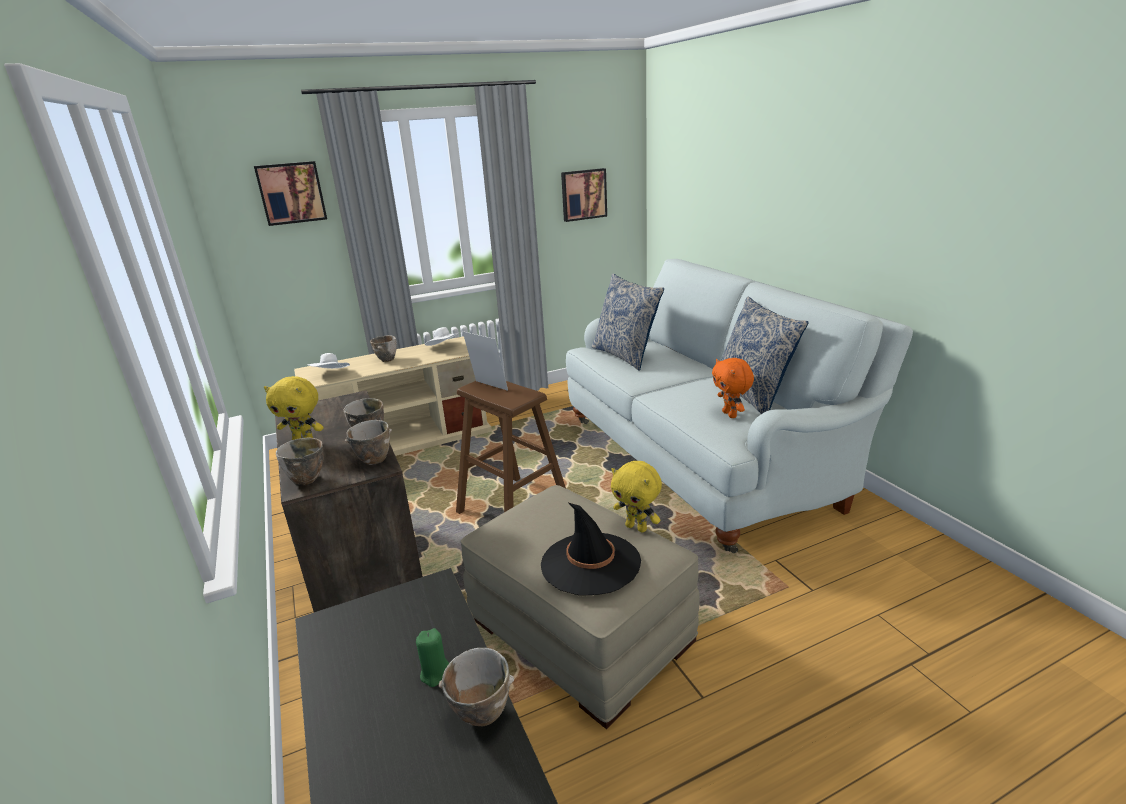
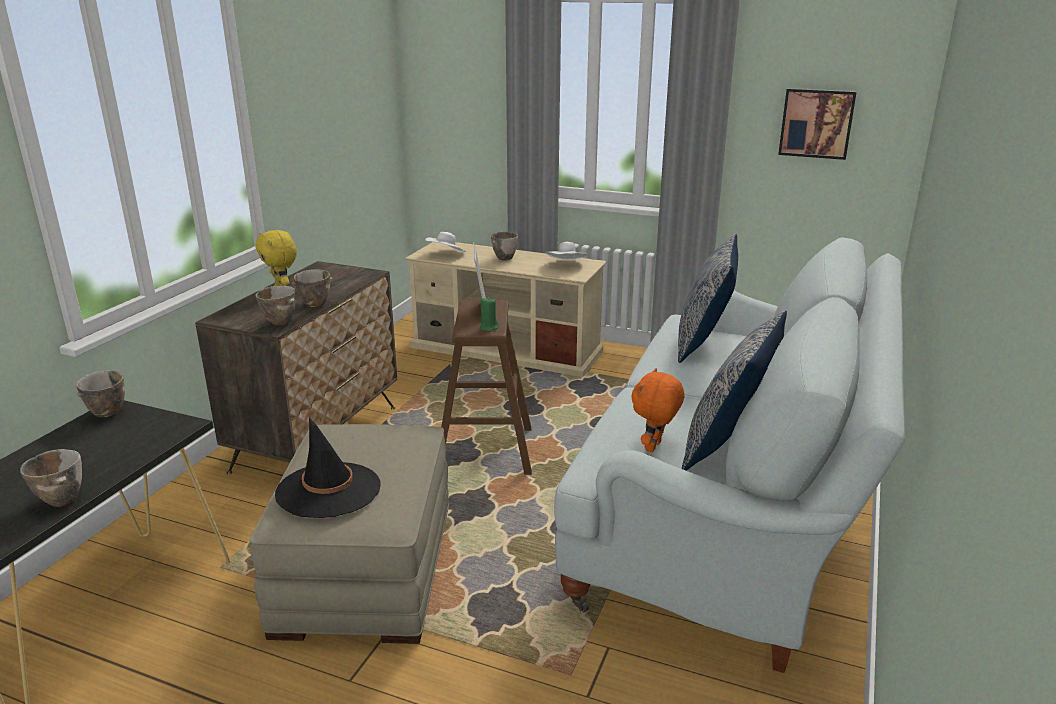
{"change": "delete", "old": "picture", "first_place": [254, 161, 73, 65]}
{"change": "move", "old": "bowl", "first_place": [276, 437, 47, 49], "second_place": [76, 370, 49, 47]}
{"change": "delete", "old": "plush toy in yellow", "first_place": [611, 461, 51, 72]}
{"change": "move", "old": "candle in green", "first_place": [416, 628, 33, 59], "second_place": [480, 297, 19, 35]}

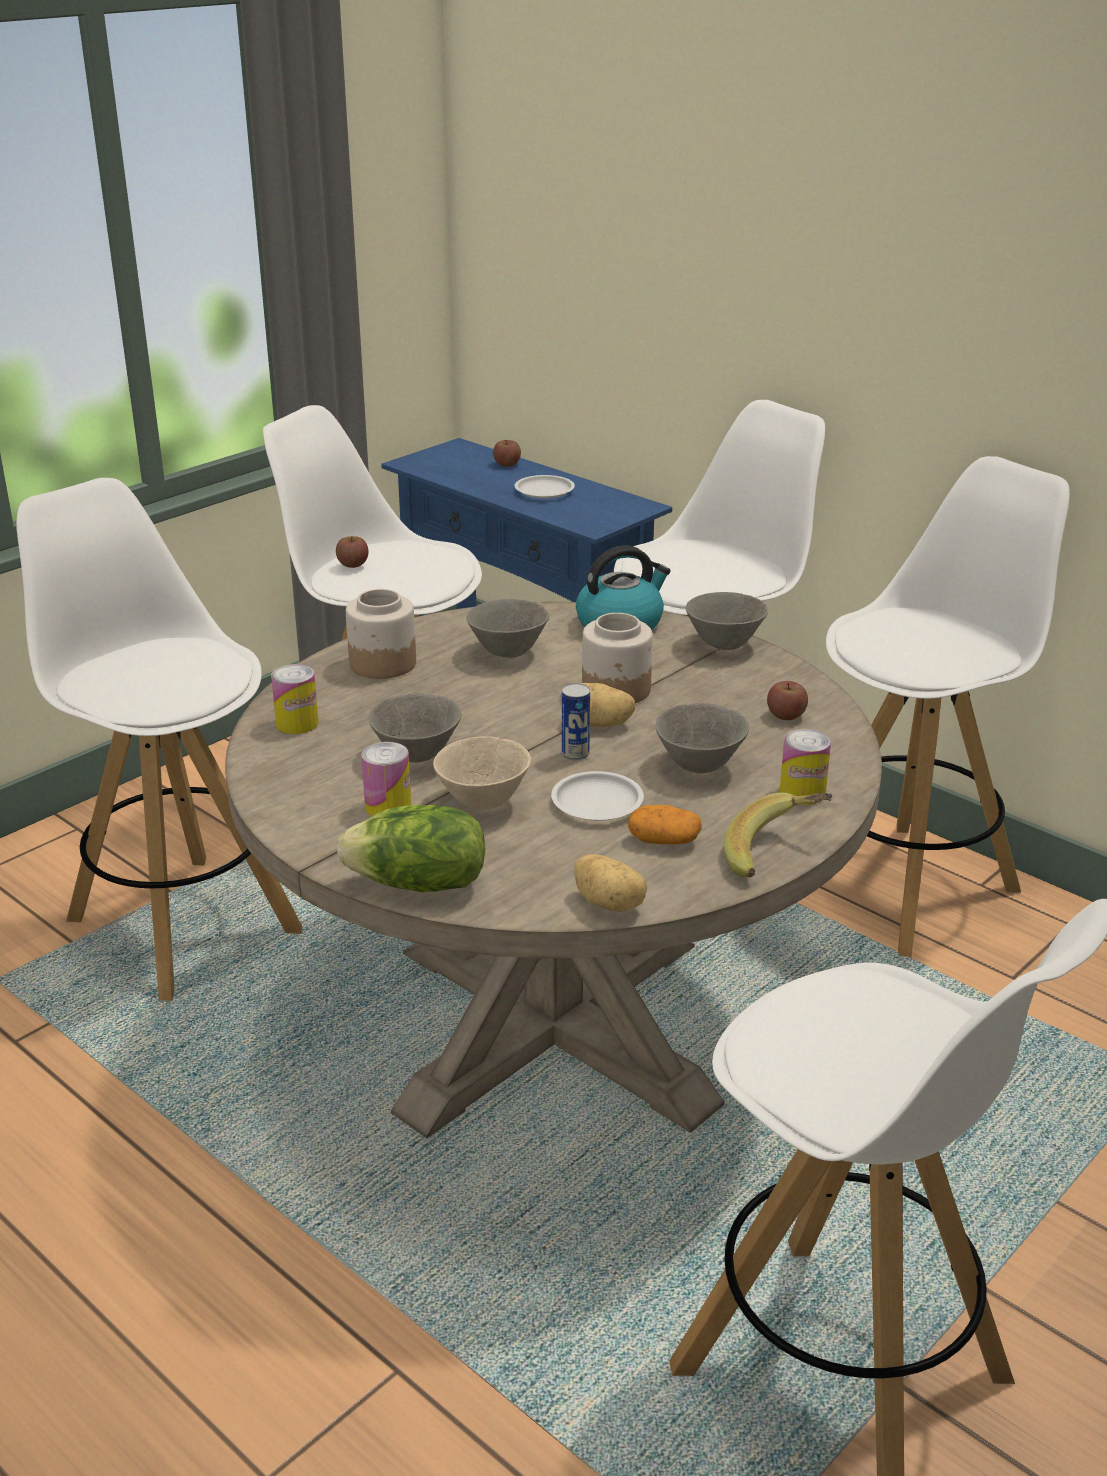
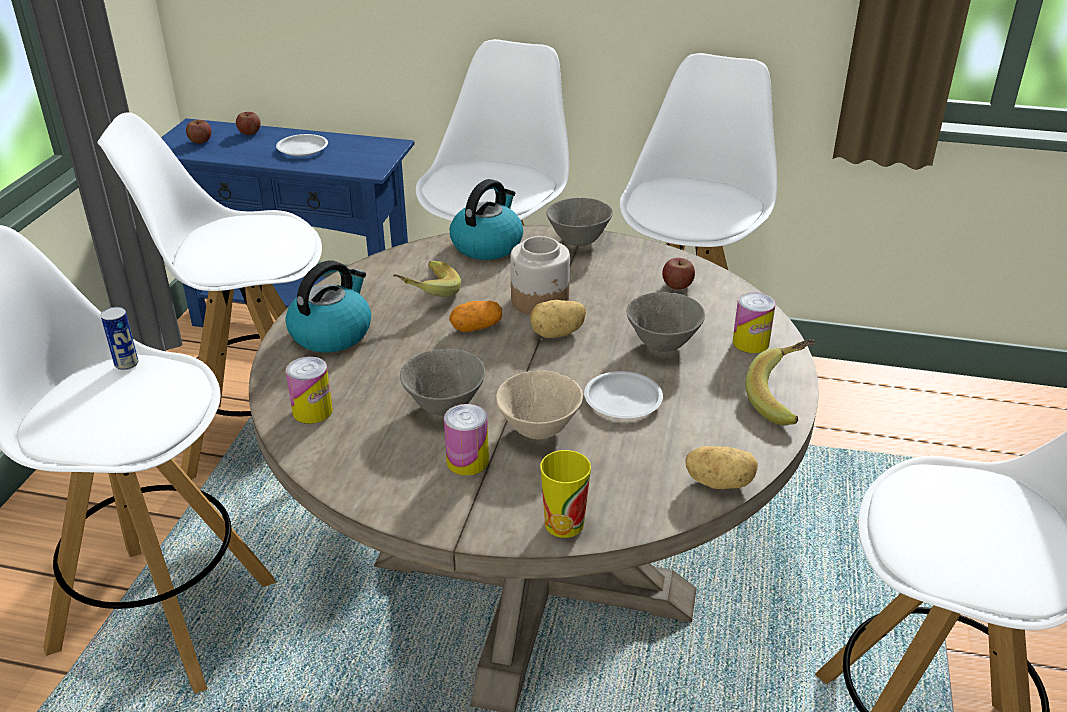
{"change": "move", "old": "apple", "first_place": [336, 536, 33, 32], "second_place": [186, 120, 25, 24]}
{"change": "replace", "old": "jar", "new": "kettle", "first_place": [346, 589, 70, 90], "second_place": [285, 260, 86, 93]}
{"change": "replace", "old": "bowl in grey", "new": "banana", "first_place": [466, 599, 83, 59], "second_place": [394, 261, 67, 36]}
{"change": "move", "old": "can", "first_place": [562, 683, 28, 77], "second_place": [101, 307, 37, 63]}
{"change": "replace", "old": "lettuce", "new": "cup", "first_place": [337, 805, 149, 87], "second_place": [540, 450, 51, 88]}
{"change": "move", "old": "potato", "first_place": [628, 805, 74, 39], "second_place": [449, 301, 53, 31]}

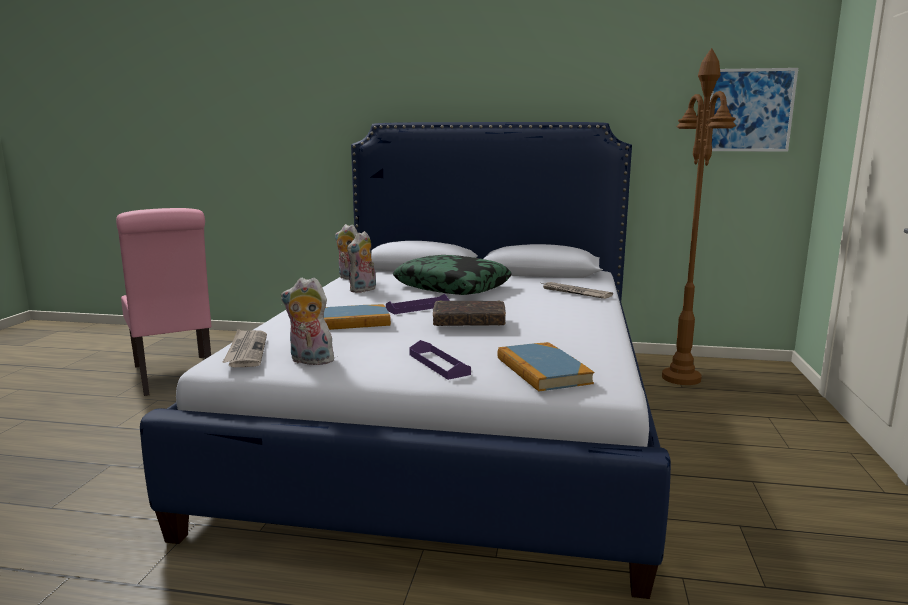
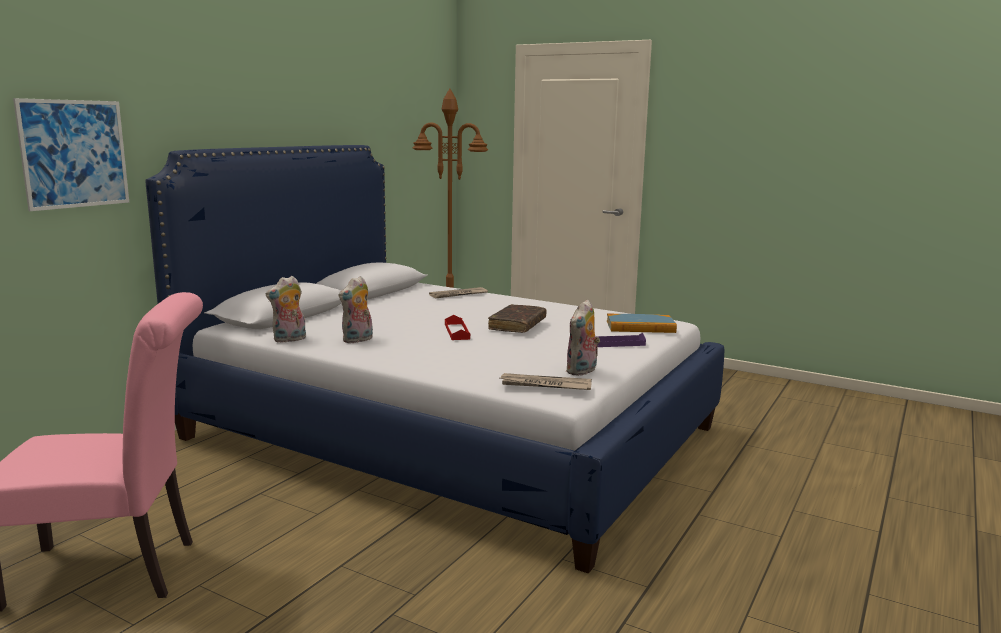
{"change": "move", "old": "picture", "first_place": [710, 68, 88, 84], "second_place": [13, 98, 116, 113]}
{"change": "rotate", "old": "plush toy", "first_place": [347, 231, 29, 62], "second_place": [338, 276, 35, 67], "degrees": 75}
{"change": "delete", "old": "pillow", "first_place": [393, 255, 119, 40]}
{"change": "recolor", "old": "tray in purple", "new": "tray in red", "first_place": [386, 294, 64, 20], "second_place": [445, 315, 25, 25]}
{"change": "delete", "old": "book", "first_place": [324, 304, 67, 26]}

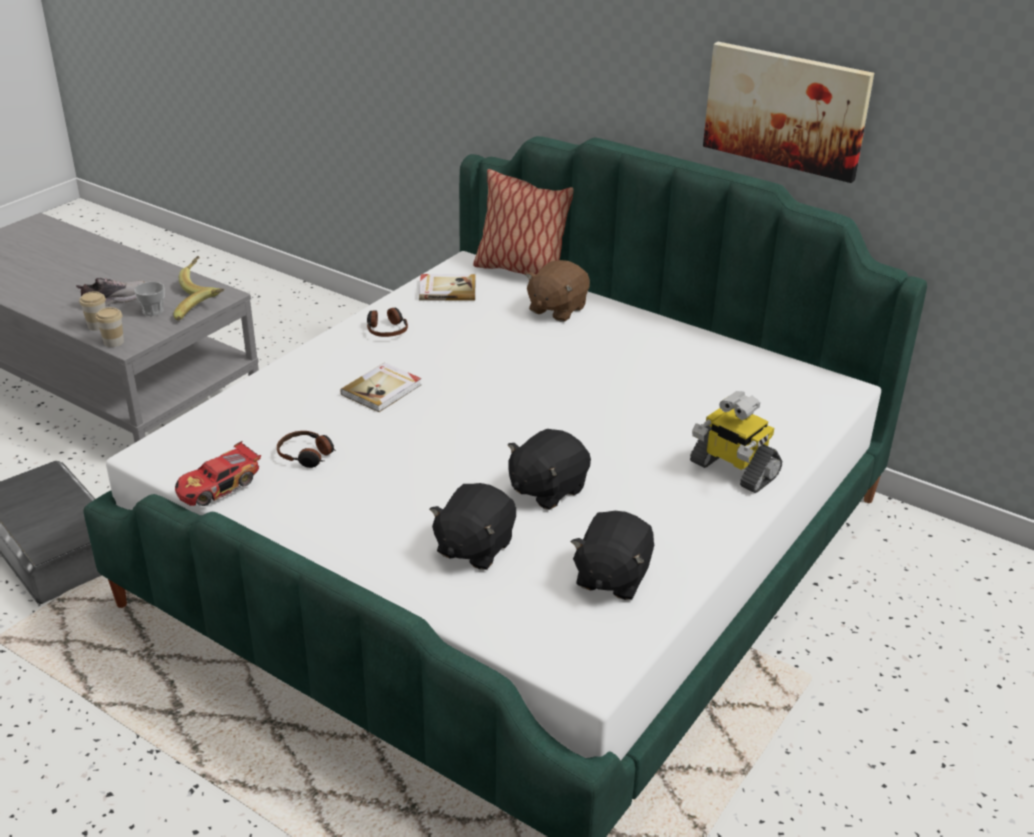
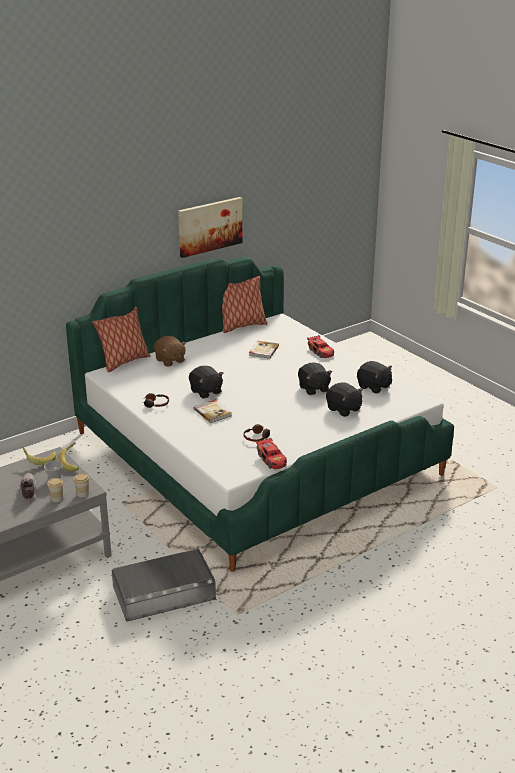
{"change": "move", "old": "book", "first_place": [419, 274, 56, 27], "second_place": [249, 341, 30, 18]}
{"change": "replace", "old": "toy robot", "new": "toy car", "first_place": [690, 391, 92, 102], "second_place": [307, 335, 27, 23]}
{"change": "insert", "new": "pillow", "second_place": [222, 276, 45, 57]}
{"change": "insert", "new": "plush toy in black", "second_place": [189, 366, 35, 33]}

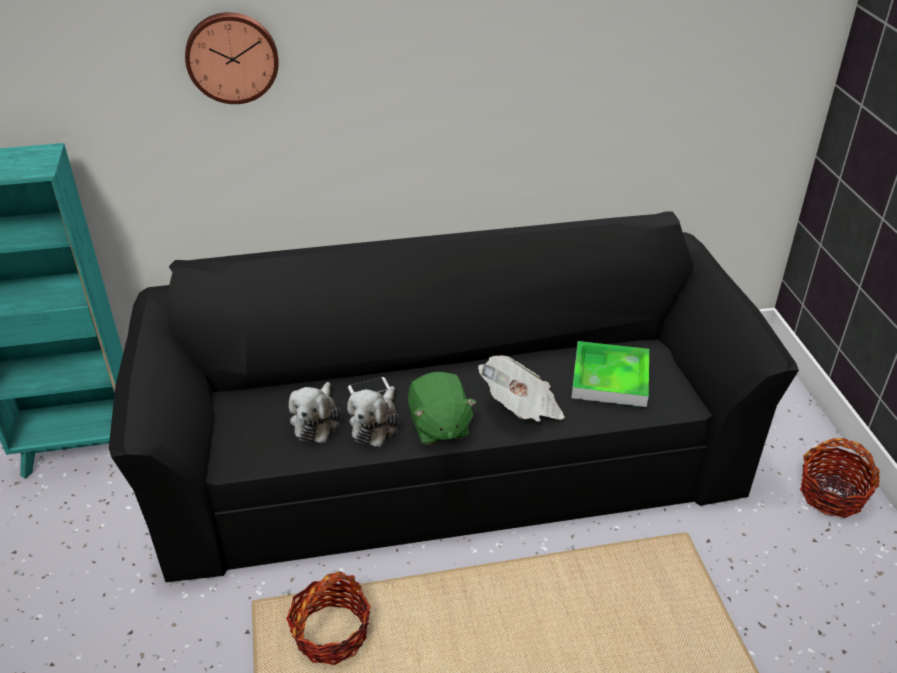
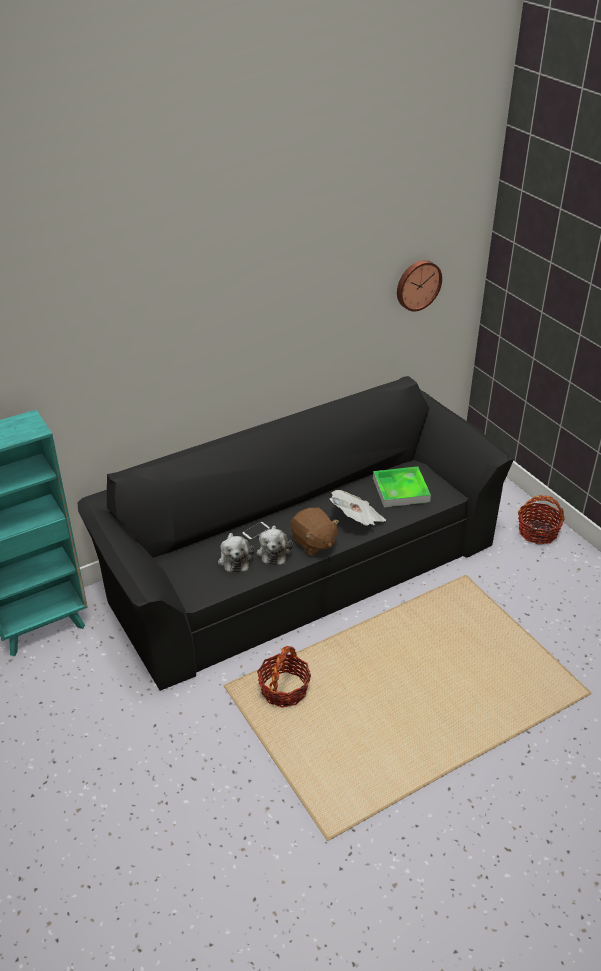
{"change": "move", "old": "wall clock", "first_place": [185, 12, 94, 92], "second_place": [397, 260, 45, 51]}
{"change": "recolor", "old": "plush toy in green", "new": "plush toy in brown", "first_place": [408, 372, 68, 73], "second_place": [290, 508, 49, 48]}

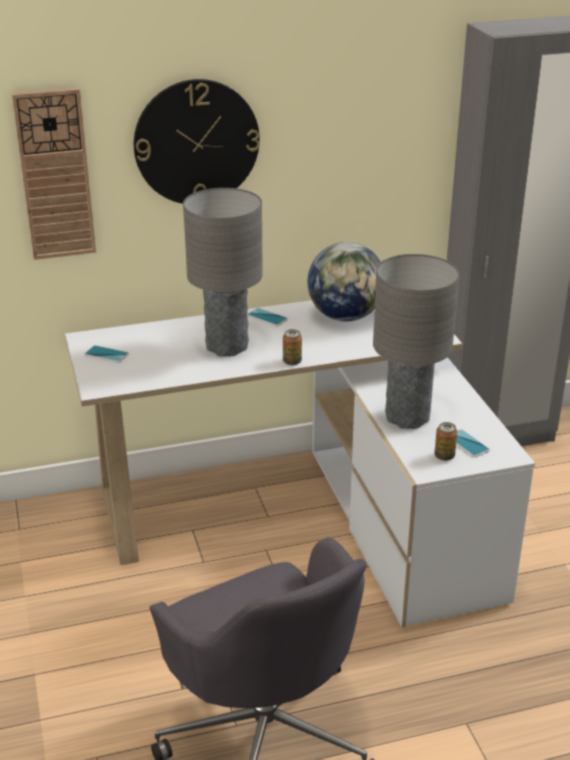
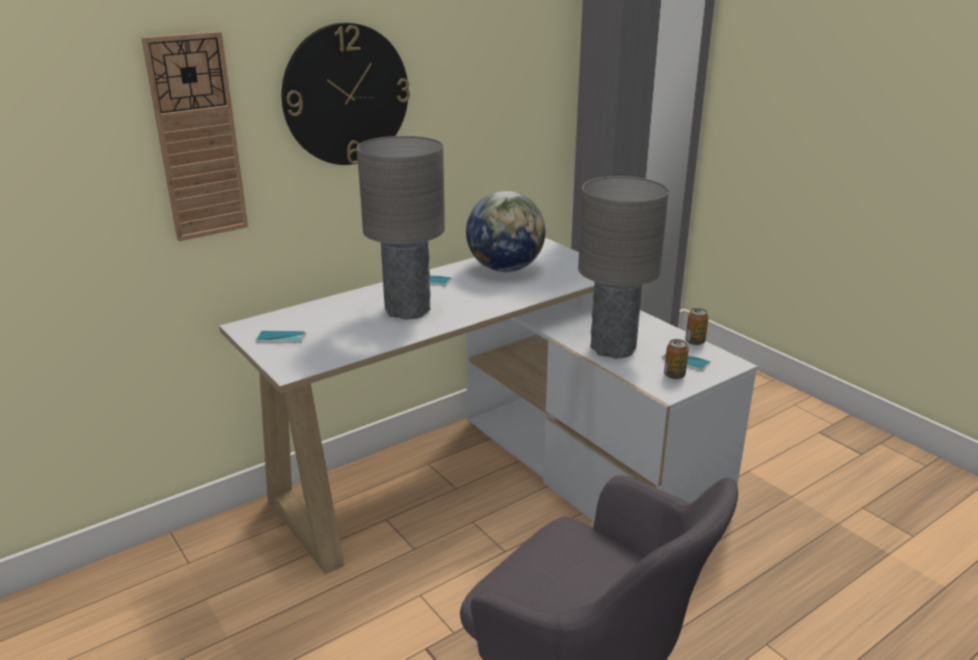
{"change": "move", "old": "can", "first_place": [283, 329, 19, 36], "second_place": [685, 308, 24, 37]}

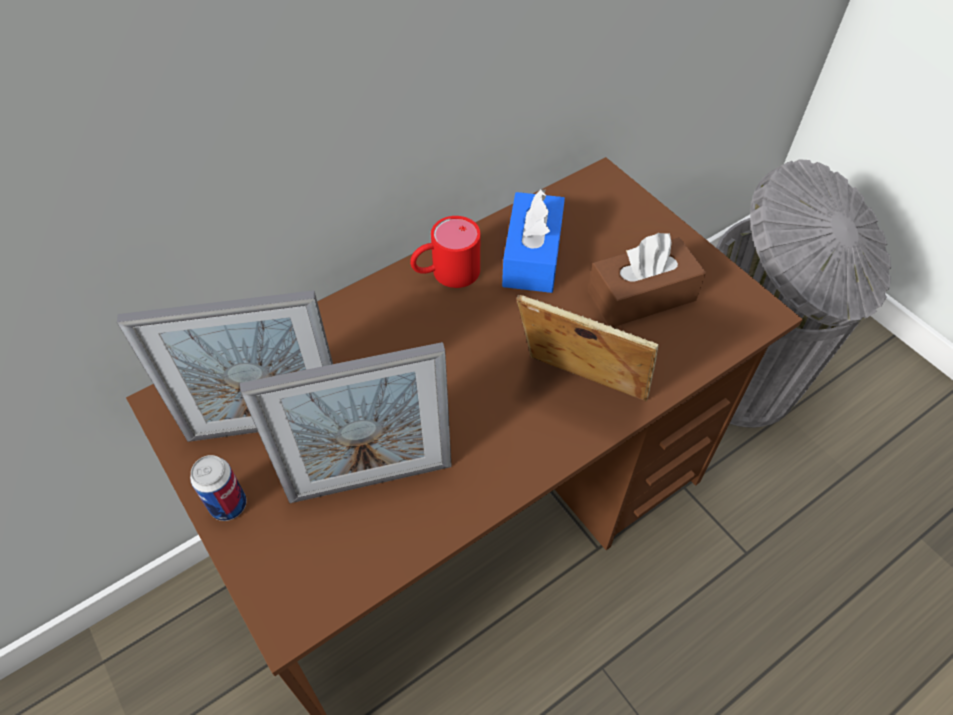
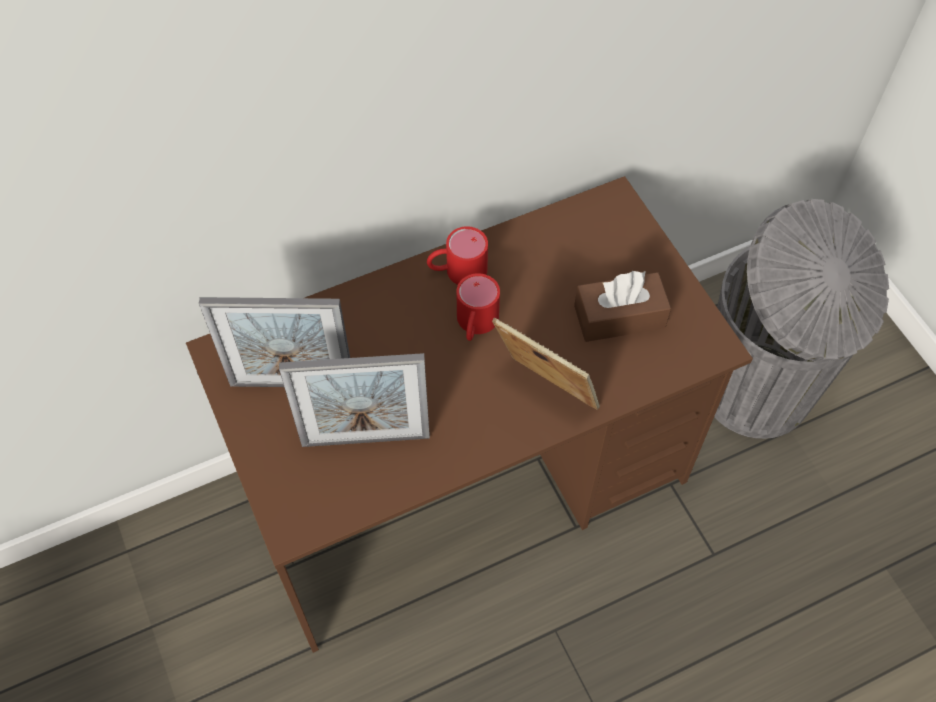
{"change": "delete", "old": "tissue box in blue", "first_place": [502, 189, 63, 104]}
{"change": "delete", "old": "can", "first_place": [190, 455, 57, 66]}
{"change": "insert", "new": "mug in red", "second_place": [456, 273, 44, 68]}

